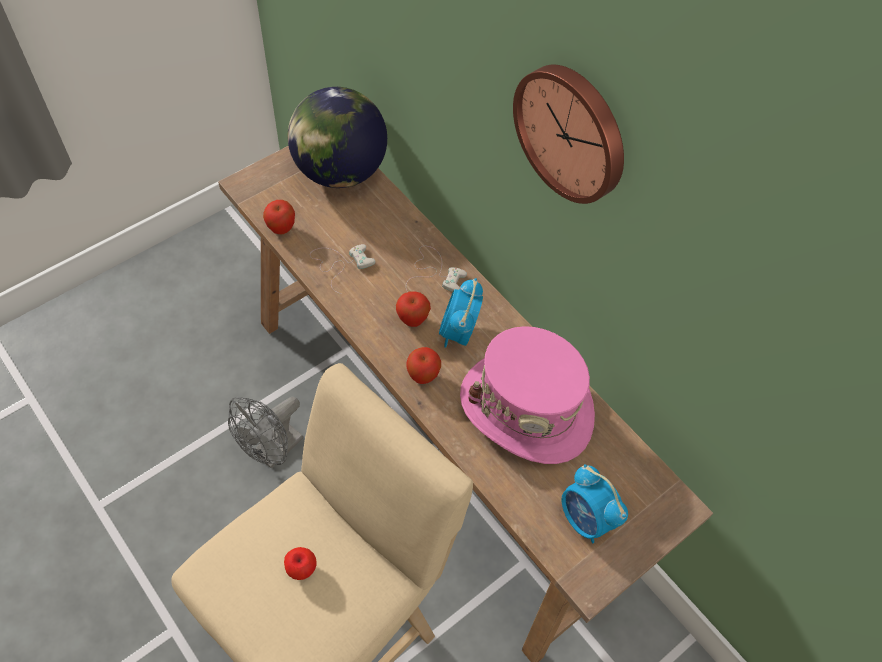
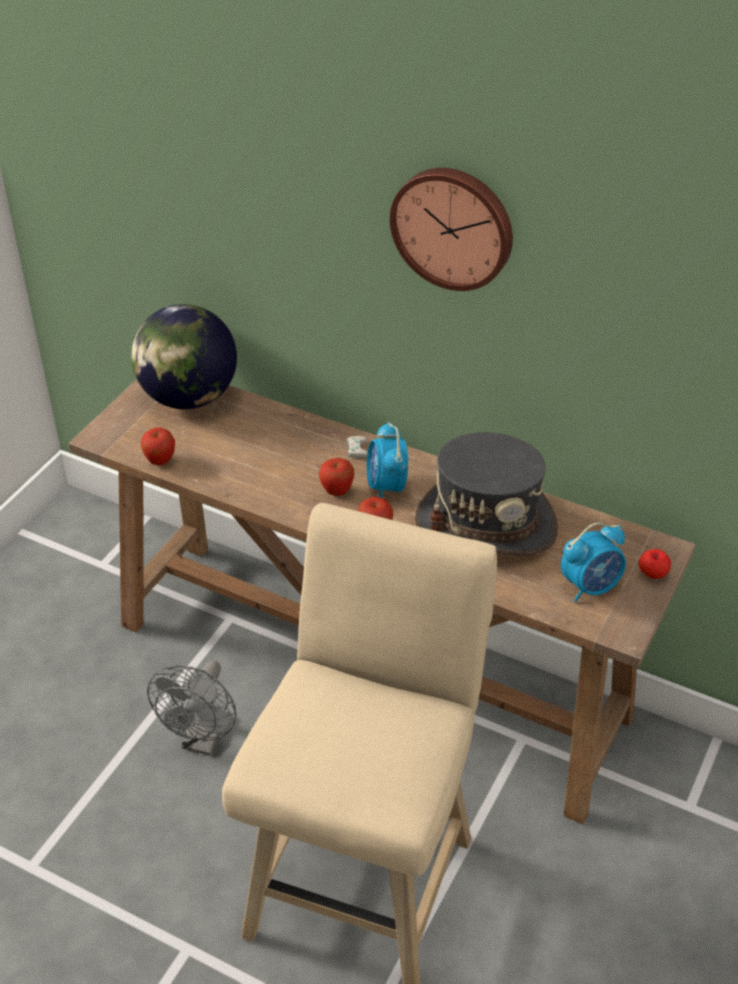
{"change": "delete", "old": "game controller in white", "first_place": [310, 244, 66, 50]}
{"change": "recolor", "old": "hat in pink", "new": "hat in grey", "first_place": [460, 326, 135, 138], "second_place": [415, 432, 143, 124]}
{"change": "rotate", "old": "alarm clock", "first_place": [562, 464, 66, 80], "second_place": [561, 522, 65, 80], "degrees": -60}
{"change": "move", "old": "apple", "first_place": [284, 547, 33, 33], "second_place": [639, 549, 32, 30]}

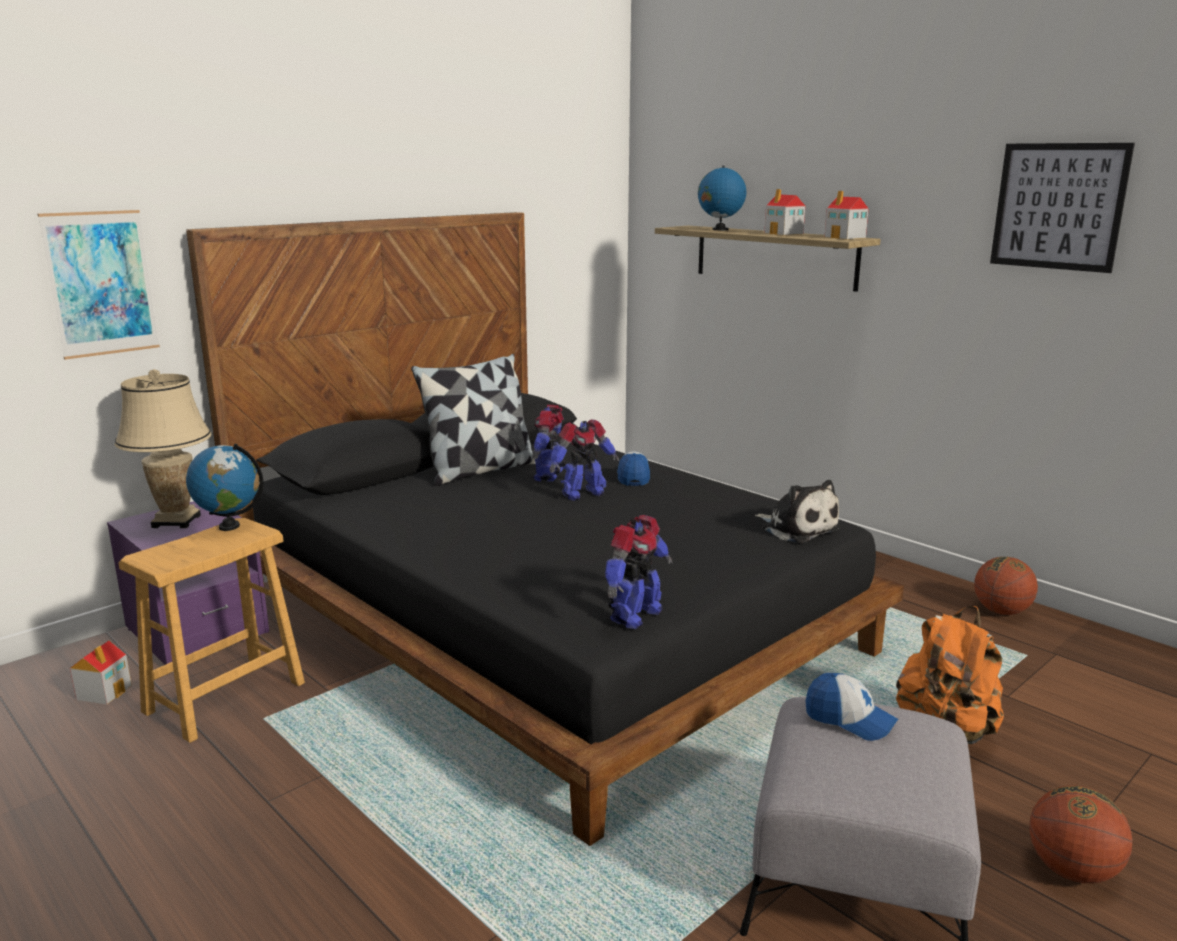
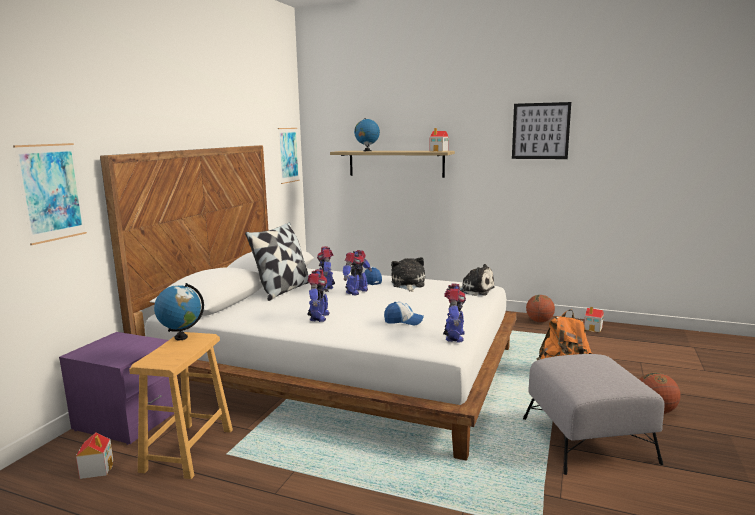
{"change": "move", "old": "toy house", "first_place": [765, 189, 40, 46], "second_place": [584, 307, 20, 25]}
{"change": "recolor", "old": "bed in black", "new": "bed in white", "first_place": [186, 212, 718, 634], "second_place": [100, 145, 417, 316]}
{"change": "delete", "old": "table lamp in beige", "first_place": [115, 369, 97, 159]}
{"change": "move", "old": "cap", "first_place": [806, 673, 92, 68], "second_place": [384, 302, 40, 24]}
{"change": "insert", "new": "picture", "second_place": [278, 128, 22, 56]}
{"change": "insert", "new": "plush toy", "second_place": [391, 257, 34, 35]}
{"change": "insert", "new": "toy robot", "second_place": [307, 269, 23, 53]}

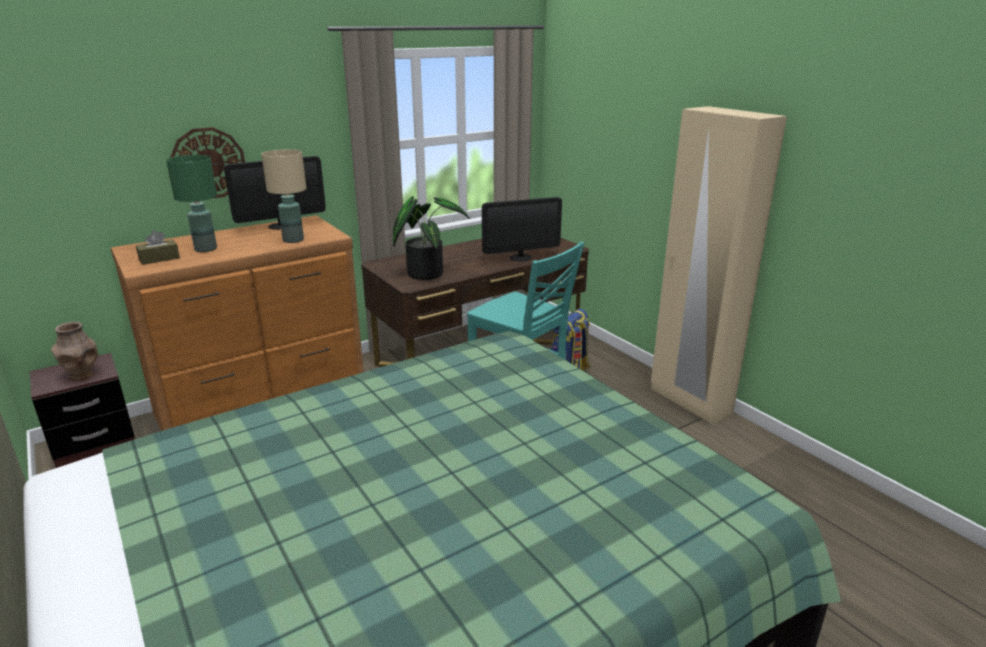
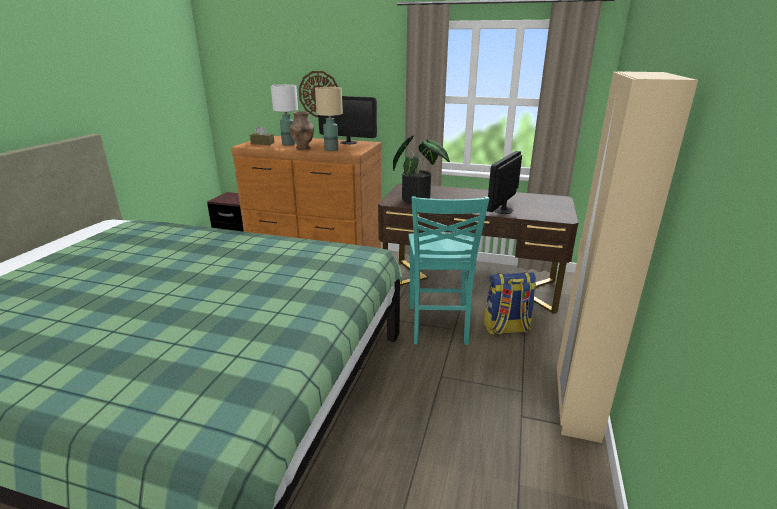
{"change": "recolor", "old": "table lamp in green", "new": "table lamp in white", "first_place": [166, 155, 51, 97], "second_place": [271, 84, 27, 61]}
{"change": "rotate", "old": "monitor", "first_place": [482, 197, 80, 64], "second_place": [487, 151, 35, 63], "degrees": 90}
{"change": "move", "old": "vase in brown", "first_place": [51, 322, 47, 59], "second_place": [289, 111, 25, 39]}

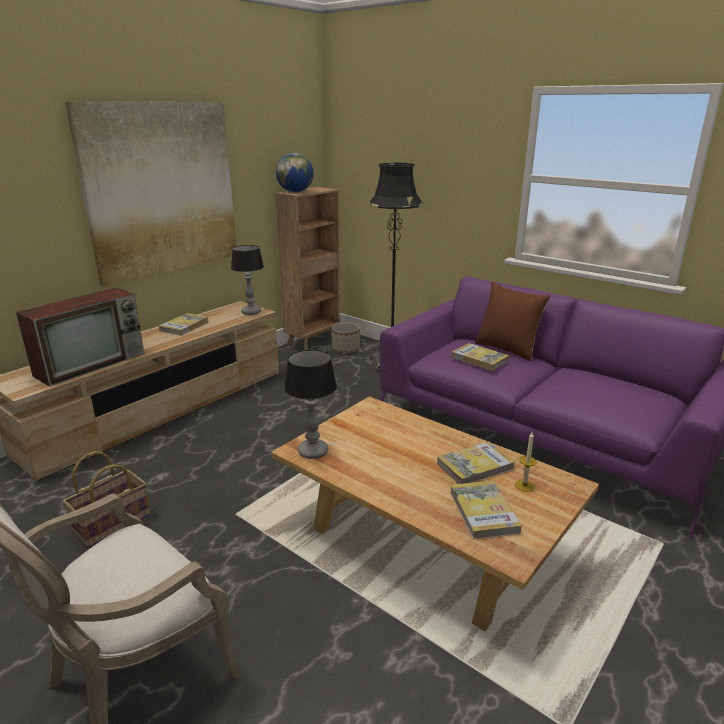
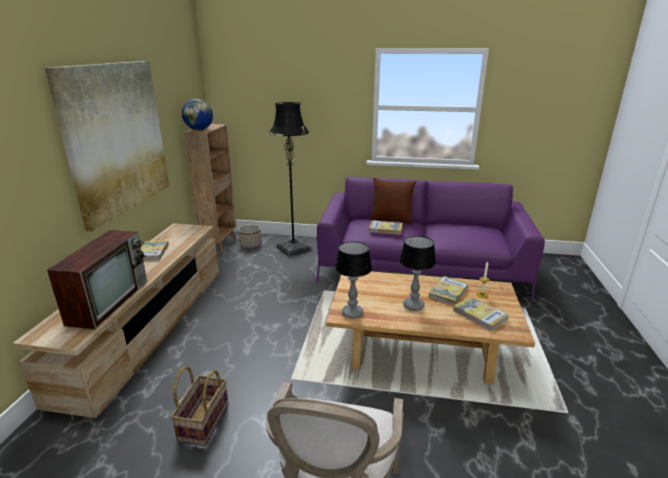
{"change": "move", "old": "table lamp", "first_place": [231, 245, 33, 70], "second_place": [399, 236, 37, 75]}

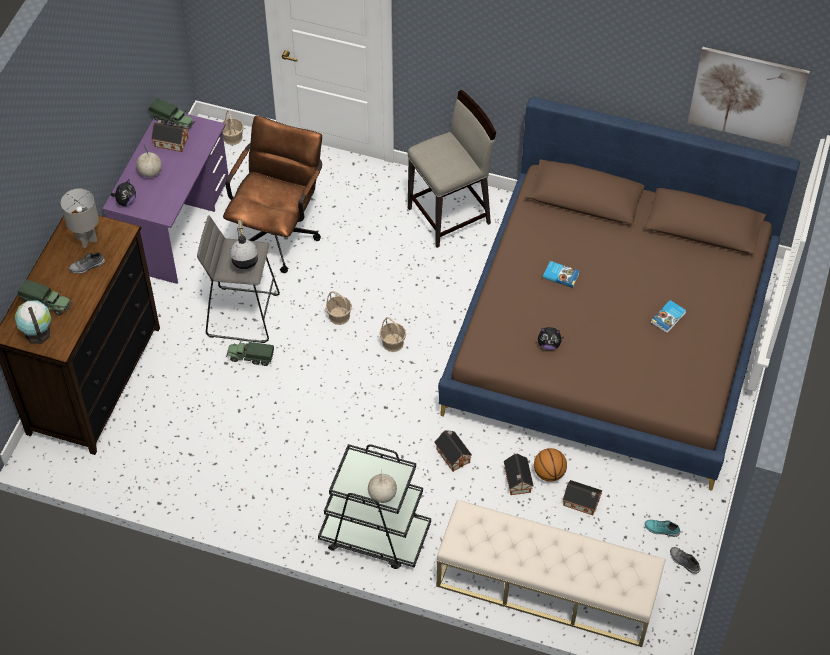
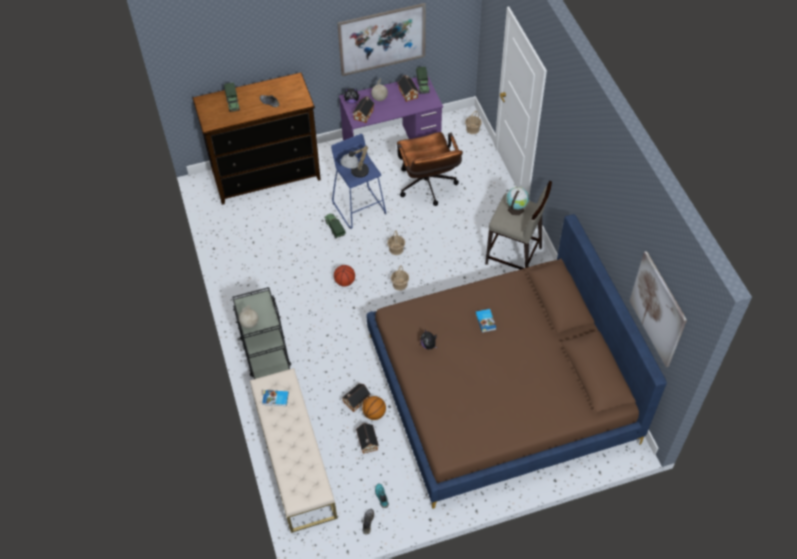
{"change": "rotate", "old": "office chair in brown", "first_place": [223, 116, 99, 157], "second_place": [397, 132, 66, 74], "degrees": 90}
{"change": "delete", "old": "table lamp in grey", "first_place": [61, 188, 38, 60]}
{"change": "recolor", "old": "stool in grey", "new": "stool in blue", "first_place": [197, 215, 83, 128], "second_place": [331, 134, 55, 95]}
{"change": "move", "old": "book", "first_place": [651, 300, 35, 33], "second_place": [262, 390, 27, 16]}
{"change": "move", "old": "globe", "first_place": [15, 301, 36, 43], "second_place": [506, 187, 23, 28]}
{"change": "move", "old": "toy house", "first_place": [435, 430, 37, 42], "second_place": [352, 96, 23, 27]}
{"change": "insert", "new": "picture", "second_place": [337, 3, 89, 73]}
{"change": "insert", "new": "basketball", "second_place": [334, 265, 21, 21]}

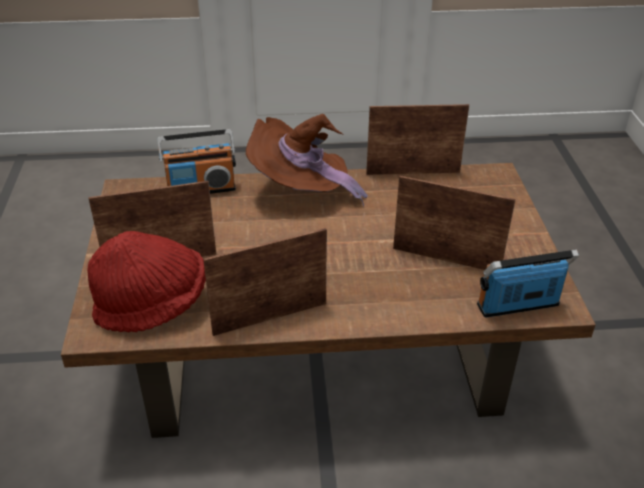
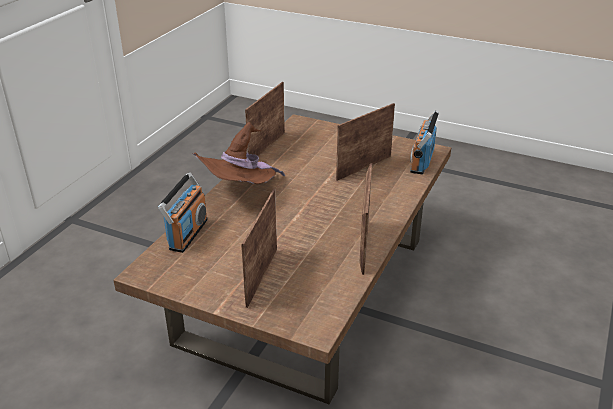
{"change": "delete", "old": "hat in red", "first_place": [87, 231, 119, 101]}

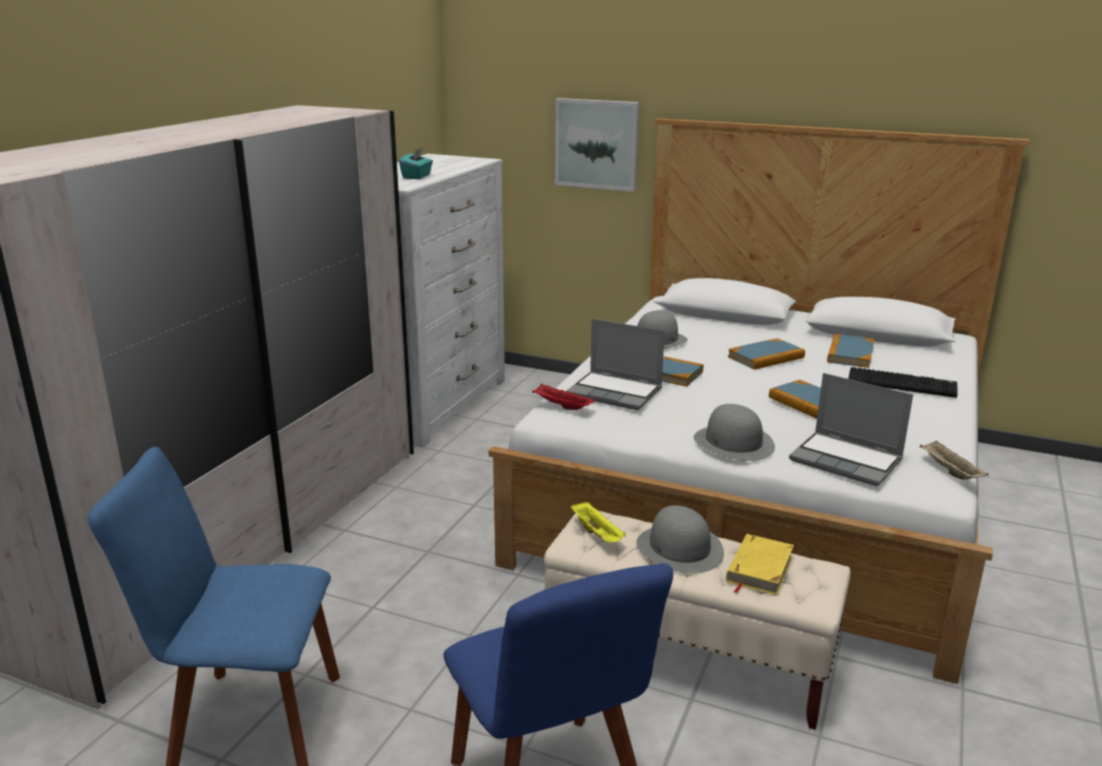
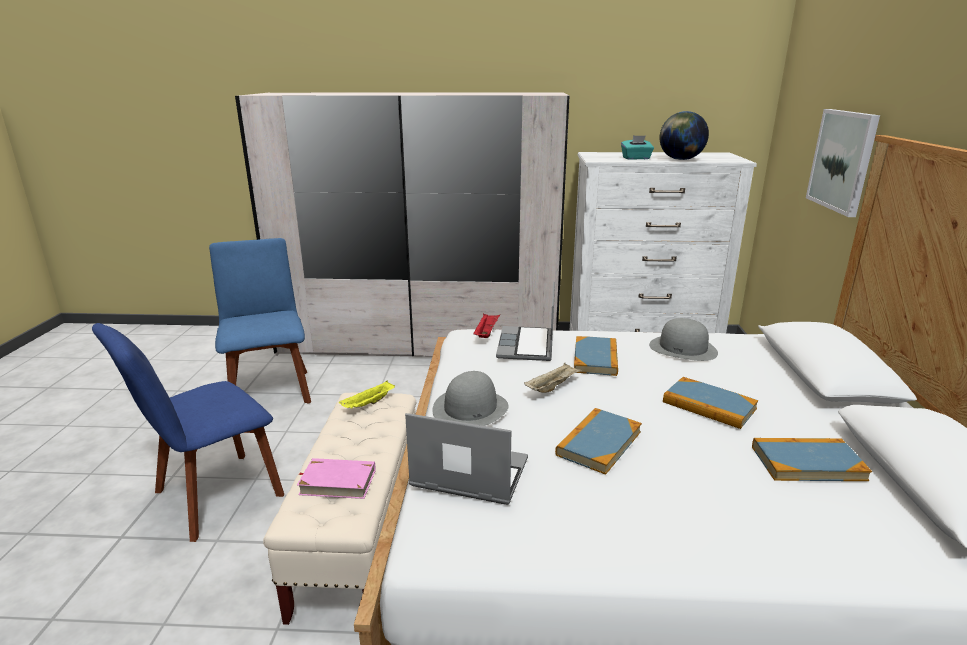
{"change": "delete", "old": "keyboard", "first_place": [848, 367, 110, 31]}
{"change": "rotate", "old": "laptop", "first_place": [789, 373, 124, 113], "second_place": [405, 413, 123, 92], "degrees": 90}
{"change": "move", "old": "tray in beige", "first_place": [919, 440, 70, 40], "second_place": [524, 363, 58, 30]}
{"change": "delete", "old": "hat in grey", "first_place": [636, 505, 88, 69]}
{"change": "recolor", "old": "book in yellow", "new": "book in pink", "first_place": [726, 534, 68, 61], "second_place": [297, 458, 79, 41]}
{"change": "insert", "new": "globe", "second_place": [659, 111, 50, 49]}

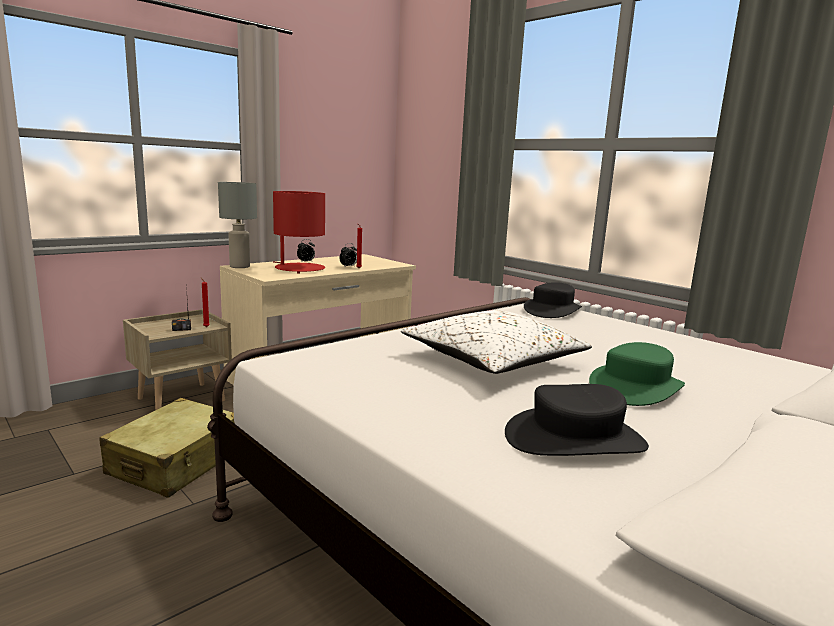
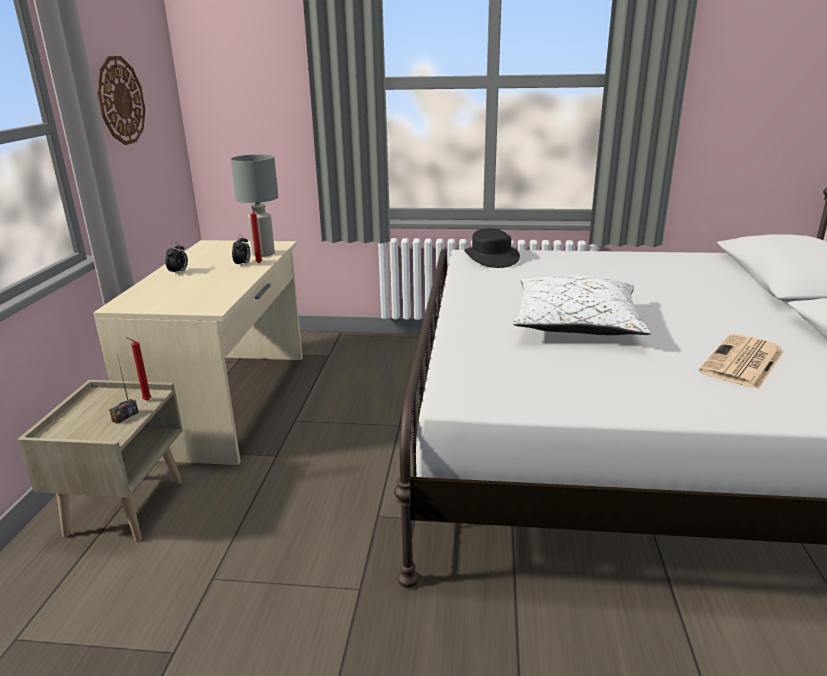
{"change": "move", "old": "table lamp in grey", "first_place": [218, 182, 39, 86], "second_place": [230, 154, 48, 103]}
{"change": "delete", "old": "table lamp in red", "first_place": [273, 191, 52, 83]}
{"change": "delete", "old": "hat in green", "first_place": [589, 342, 96, 64]}
{"change": "replace", "old": "hat in black", "new": "newspaper", "first_place": [505, 384, 144, 72], "second_place": [699, 334, 85, 56]}
{"change": "delete", "old": "suitcase in beige", "first_place": [99, 398, 136, 100]}
{"change": "insert", "new": "wall clock", "second_place": [97, 56, 48, 89]}

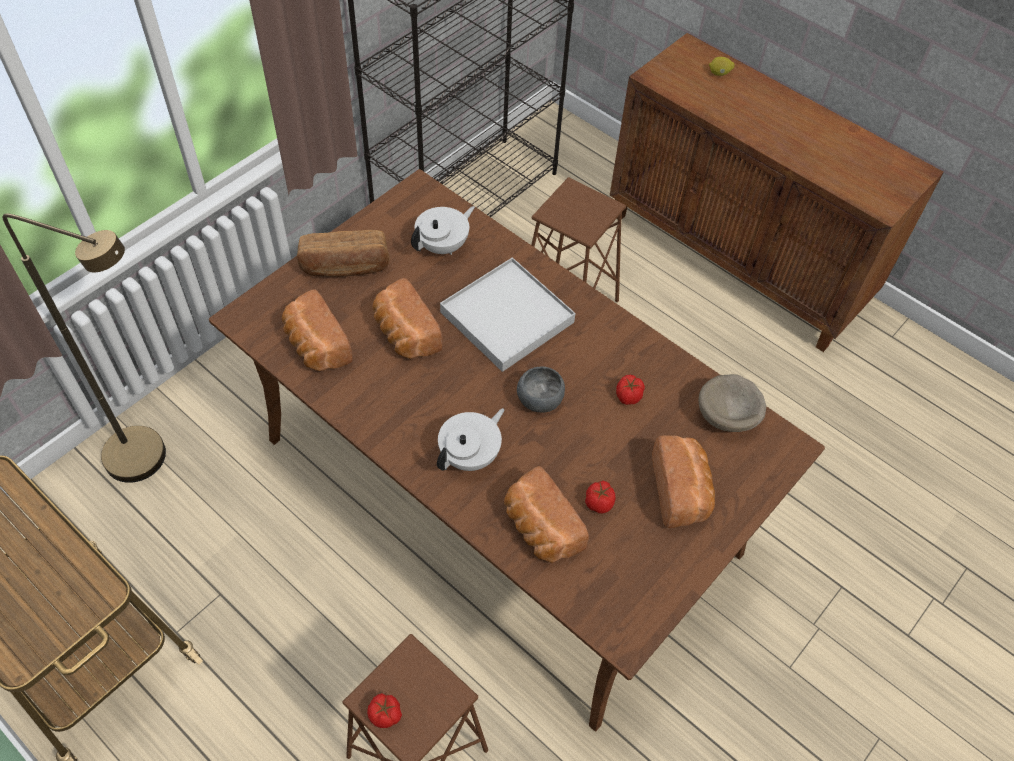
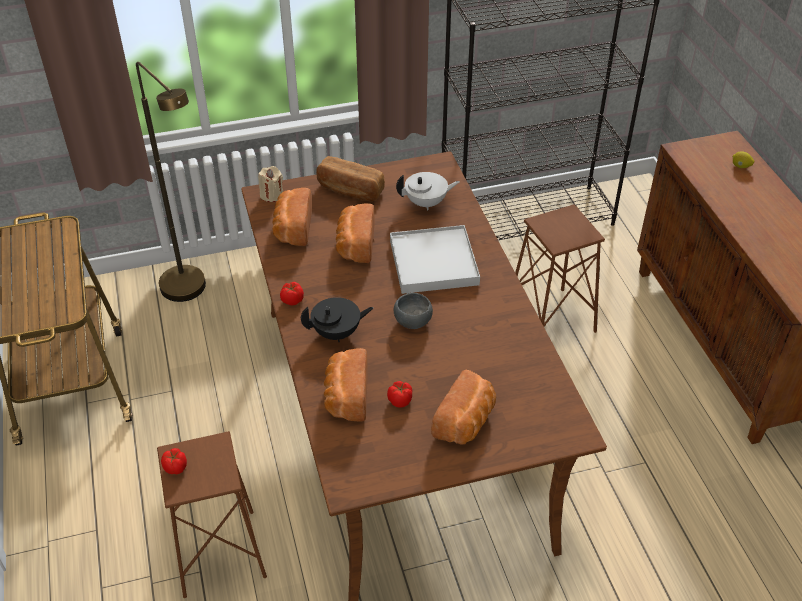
{"change": "delete", "old": "bowl in beige", "first_place": [698, 374, 68, 58]}
{"change": "move", "old": "tomato", "first_place": [616, 375, 29, 30], "second_place": [280, 282, 24, 23]}
{"change": "recolor", "old": "teapot in white", "new": "teapot in black", "first_place": [437, 408, 67, 63], "second_place": [301, 297, 72, 45]}
{"change": "insert", "new": "candle in beige", "second_place": [258, 166, 25, 36]}

